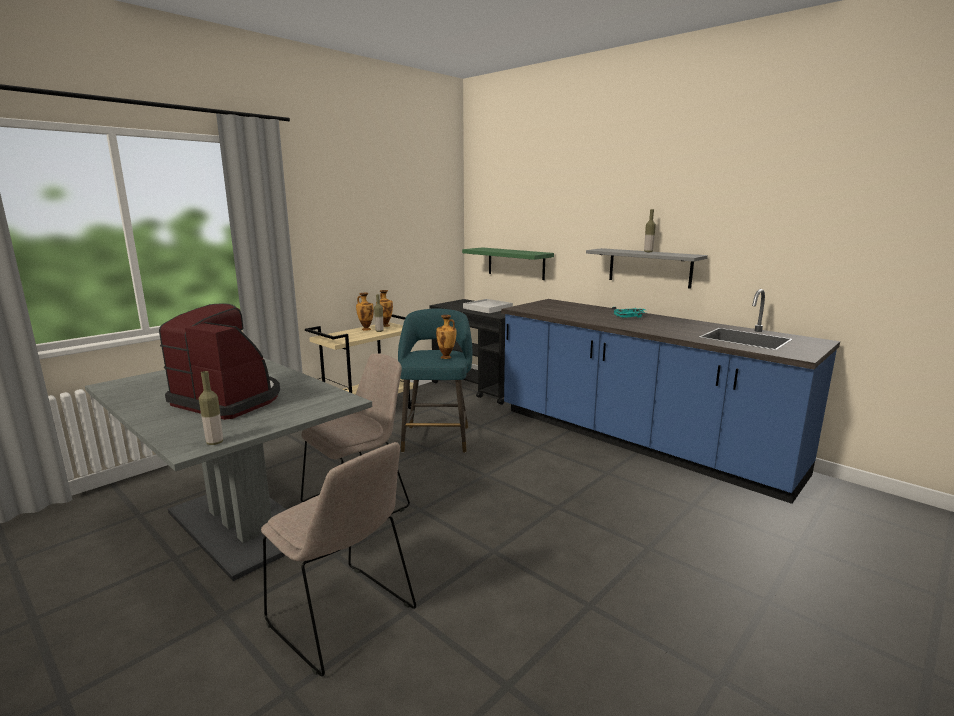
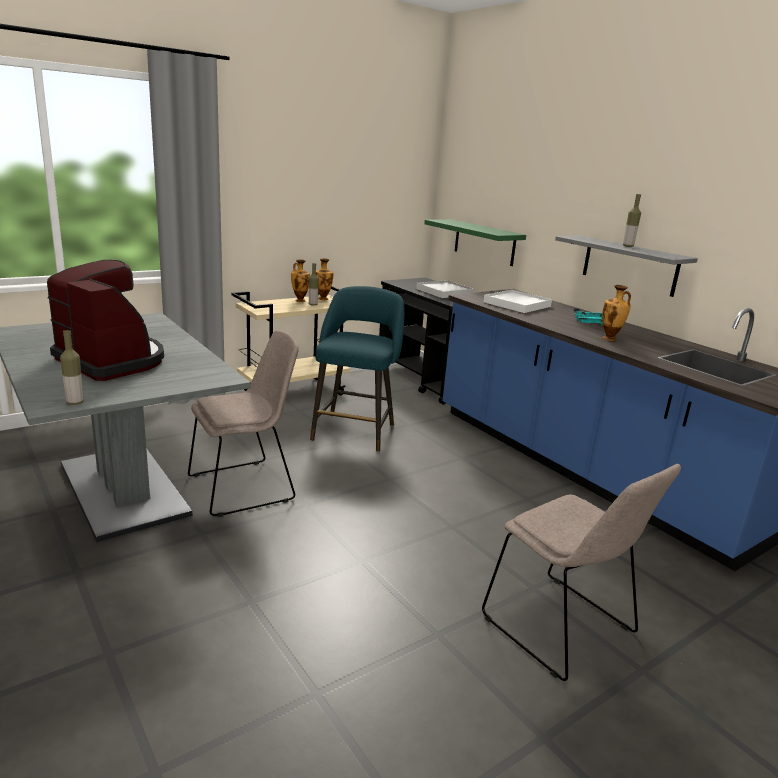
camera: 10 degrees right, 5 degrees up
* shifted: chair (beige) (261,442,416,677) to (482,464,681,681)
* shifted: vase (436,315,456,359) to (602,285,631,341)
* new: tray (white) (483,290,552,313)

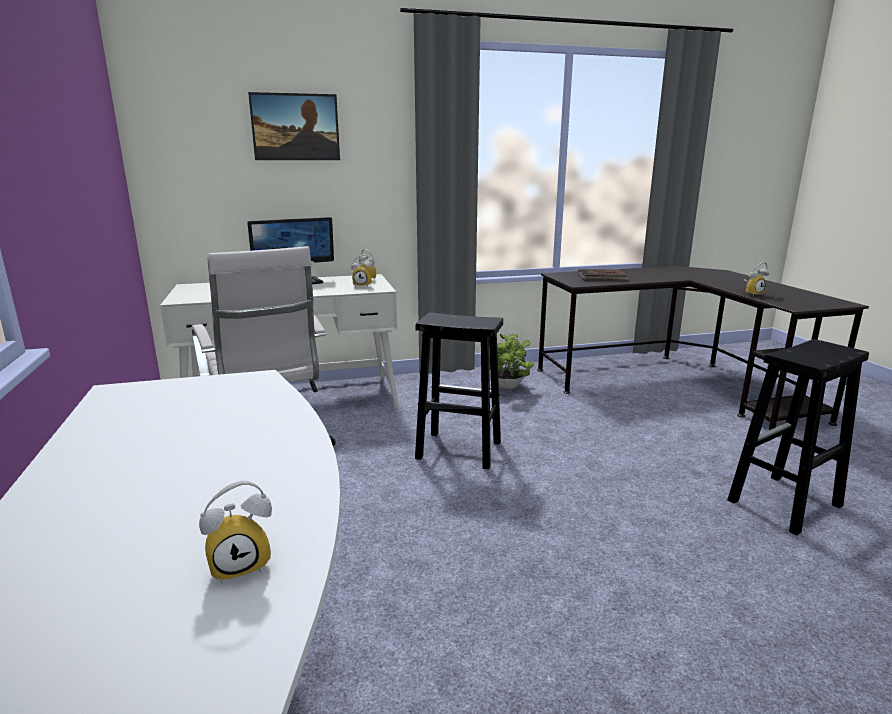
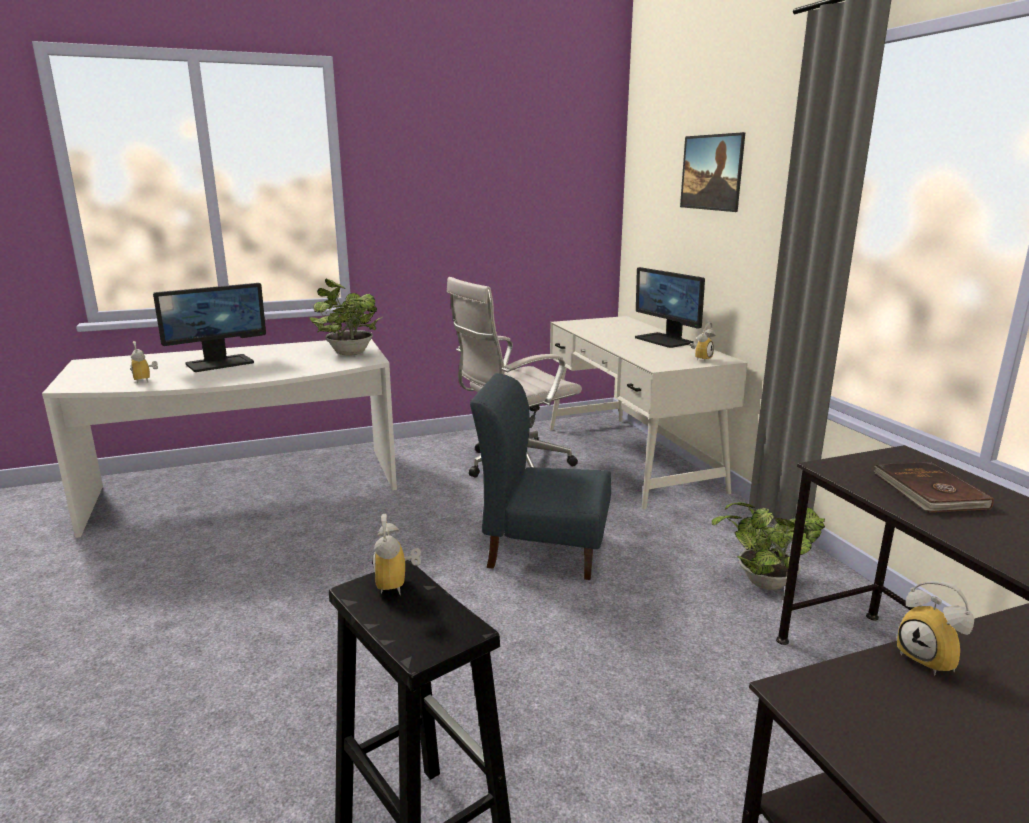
camera: 85 degrees right, 0 degrees up
* shifted: alarm clock (351,255,373,287) to (372,514,421,595)
* swapped: stool (black) (415,312,503,469) to chair (blue) (470,373,611,580)
* new: monitor (153,283,266,372)
* new: potted plant (309,279,382,356)

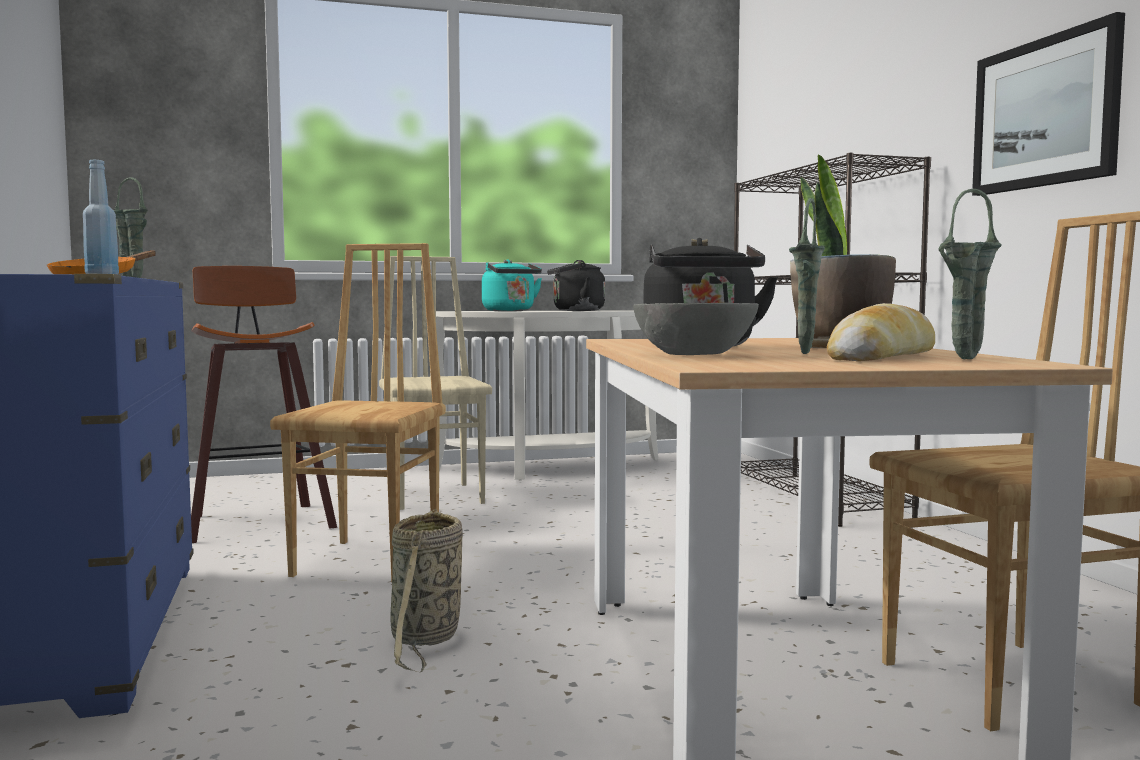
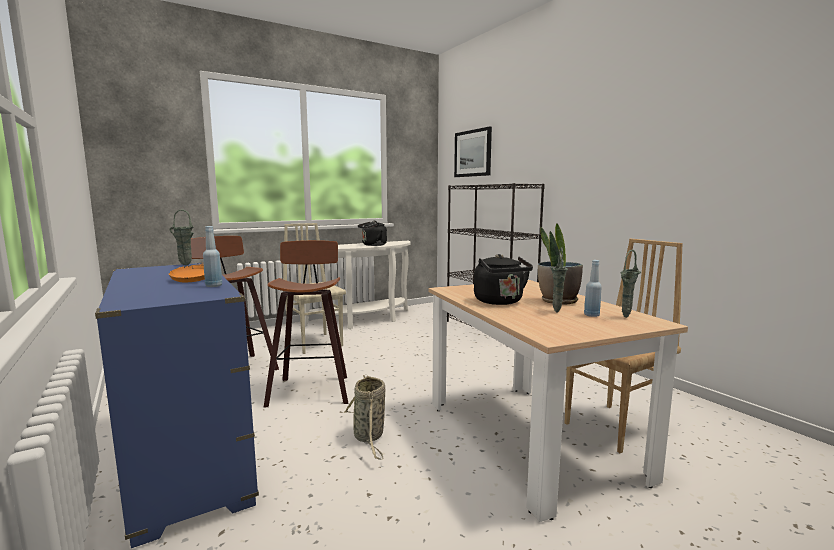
camera: 15 degrees left, 5 degrees up
* swapped: chair (brown) (270,243,446,582) to stool (264,240,348,407)
* gone: kettle (turquoise) (482,259,542,311)
* gone: bowl (grey) (633,303,759,355)
* swapped: bread (827,303,935,361) to bottle (blue) (584,260,602,317)
* shifted: picture (972,12,1125,196) to (454,127,492,177)

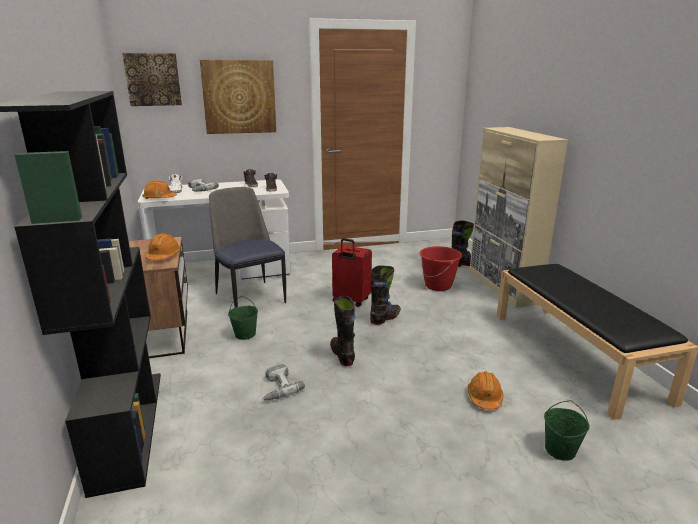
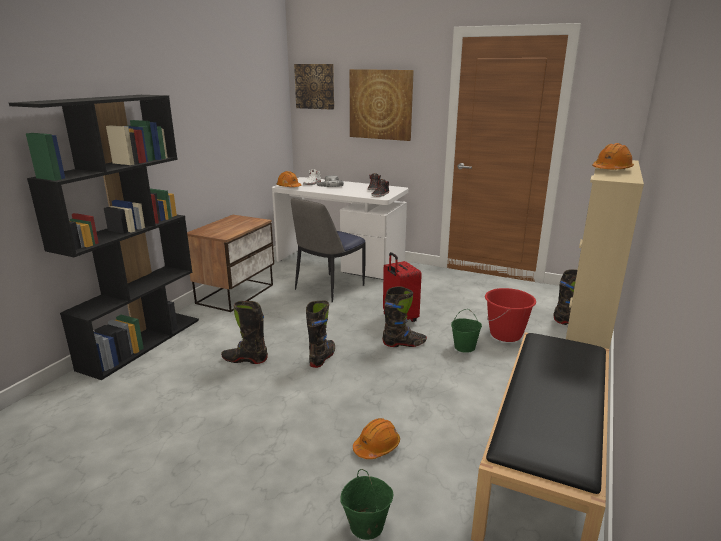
camera: 40 degrees right, 0 degrees up
* shifted: hard hat (orange) (145,233,181,260) to (592,143,634,169)
* rotated: chair (209,187,286,308) = (291,198,366,302) 150 degrees counterclockwise
* shifted: bucket (green) (228,296,258,340) to (451,309,482,353)
* swapped: power drill (263,364,305,400) to boot (black) (221,301,268,364)

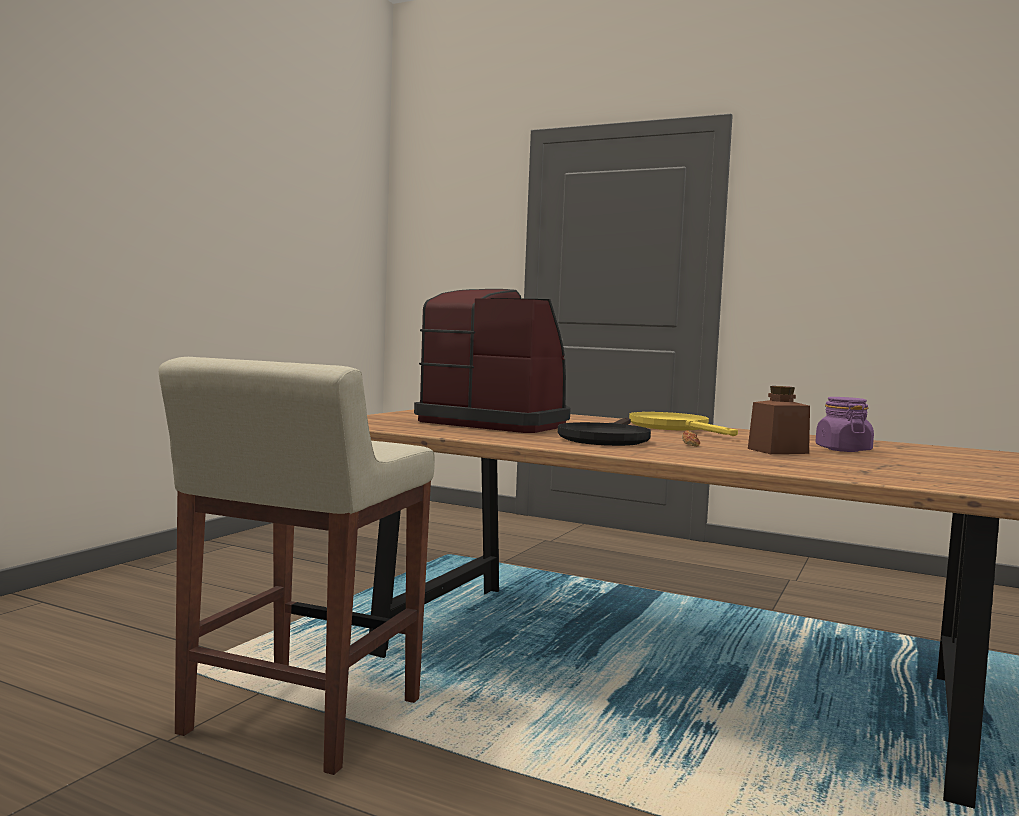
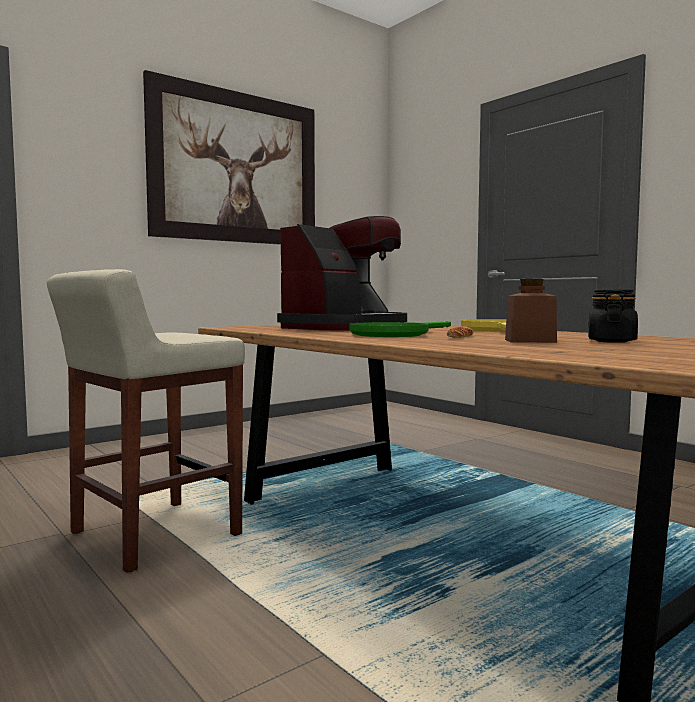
camera: 25 degrees right, 0 degrees up
* rotated: coffee machine (414,289,571,433) = (277,216,407,330) 75 degrees clockwise
* repainted: frying pan (black) (558,418,651,446) to frying pan (green) (349,321,451,337)
* repainted: jar (purple) (815,397,874,452) to jar (black) (588,289,638,343)
* new: picture (143,70,315,245)

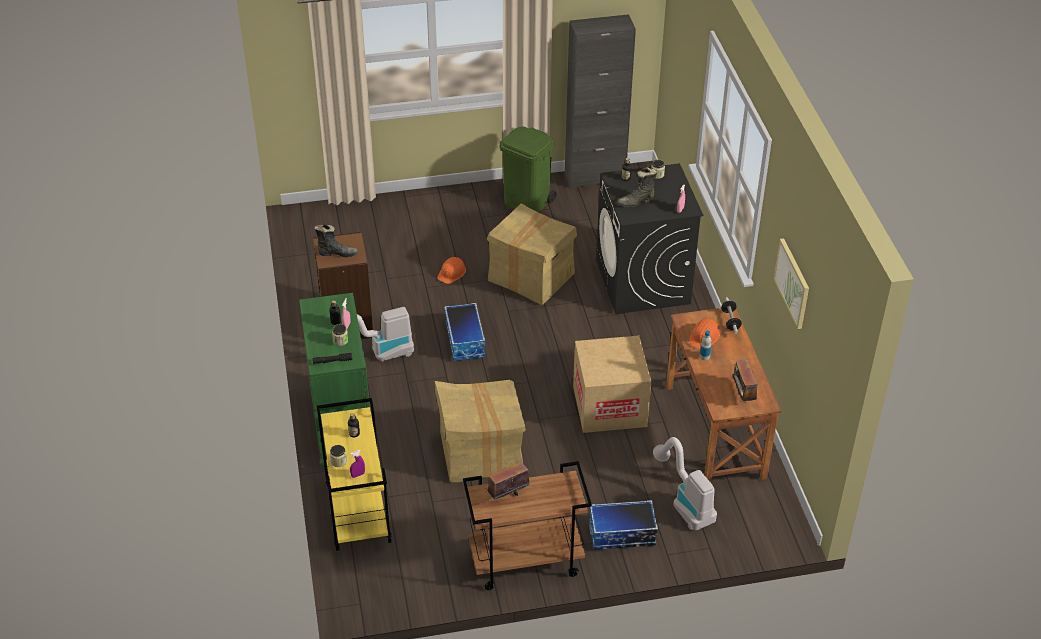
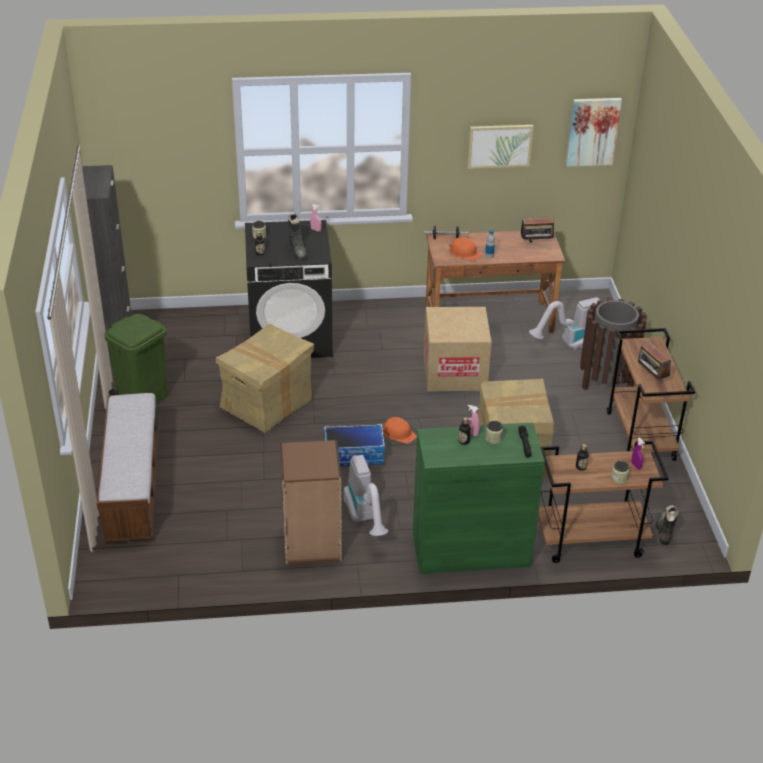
camera: 85 degrees left, 5 degrees down
* shifted: boot (black) (314,224,358,257) to (656,505,679,545)
* repainted: cart (yellow) (317,398,392,551) to cart (brown) (538,441,669,563)
* shifted: hard hat (orange) (437,257,466,284) to (382,417,417,444)
* swapped: storage box (589,500,658,550) to trash can (brown) (580,298,647,390)
* new: bench (97,393,158,542)
* new: picture (566,98,622,167)

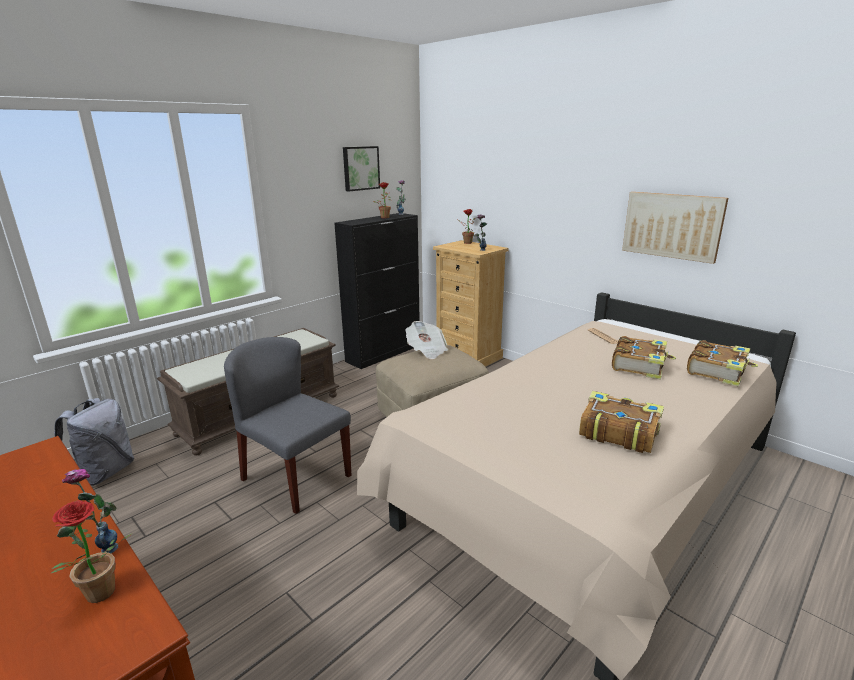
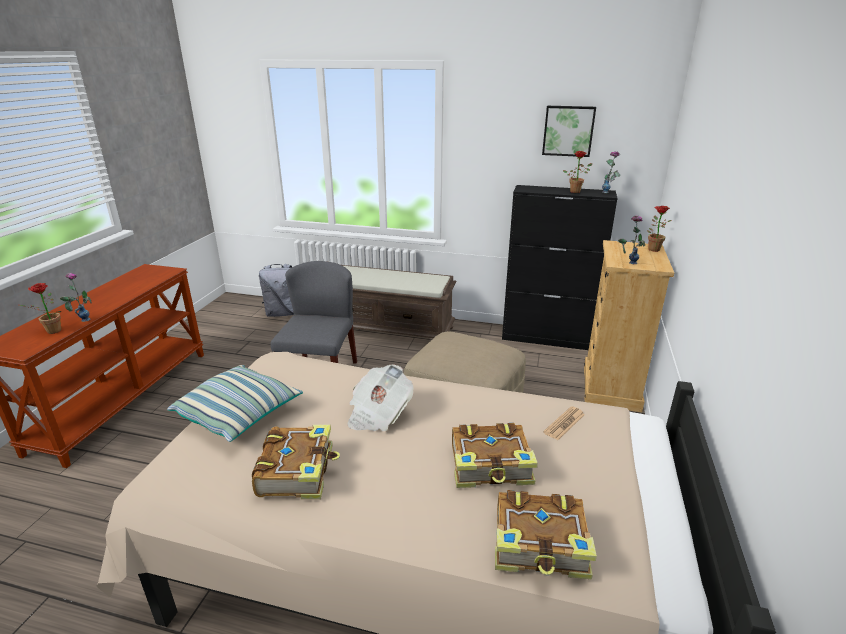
camera: 60 degrees right, 5 degrees up
* shifted: newspaper (405,321,448,359) to (347,364,414,432)
* gone: picture (622,192,728,264)
* new: pillow (167,365,303,442)

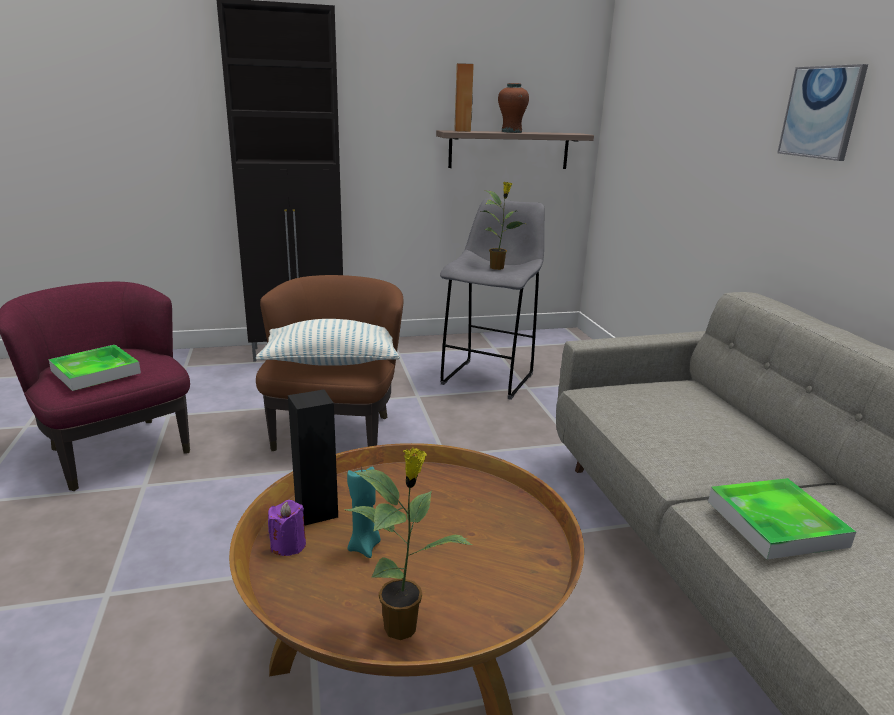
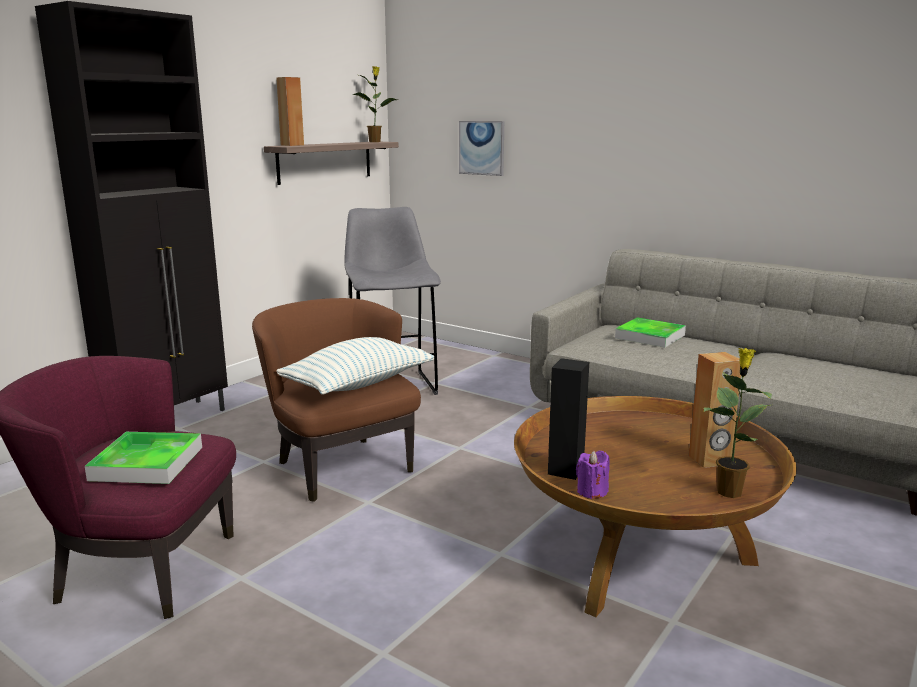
camera: 40 degrees left, 5 degrees down
* gone: candle (turquoise) (347,467,381,558)
* shifted: potted plant (481,182,524,270) to (352,66,398,142)
* gone: vase (brown) (498,83,529,133)
* shifted: tray (708,478,856,559) to (615,317,686,348)
* shifted: picture (777,64,868,161) to (459,121,504,176)
* new: speaker (brown) (689,352,741,468)

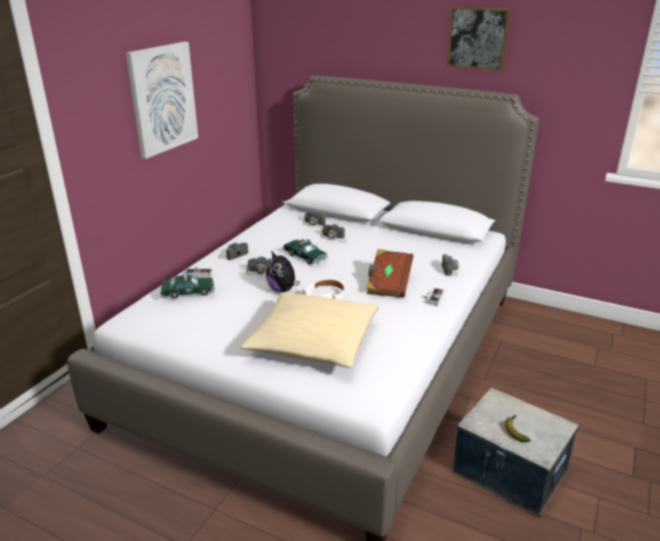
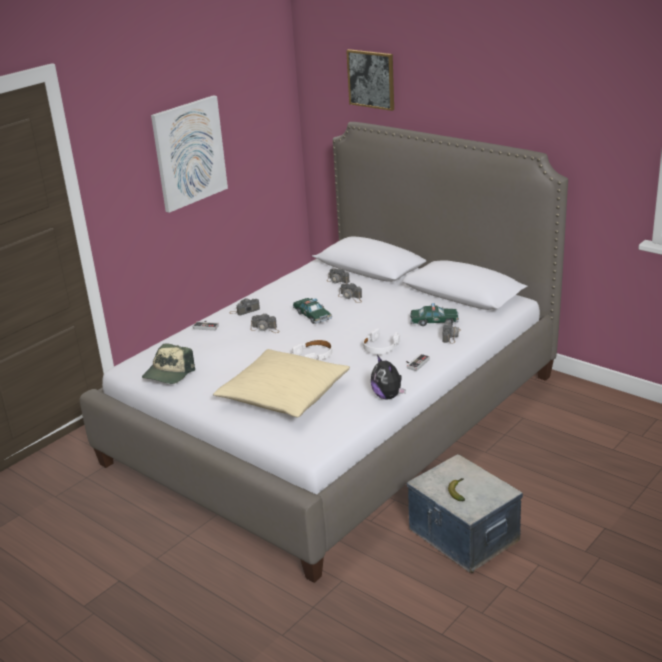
camera: 15 degrees right, 0 degrees up
* shifted: toy car (160,273,215,299) to (410,303,459,326)
* shifted: plush toy (266,250,300,292) to (371,355,405,400)
* swapped: book (brown) (366,249,413,298) to headphones (white) (363,328,400,354)
* shifted: picture (447,6,511,71) to (346,49,394,111)
* new: cap (142,343,195,384)

